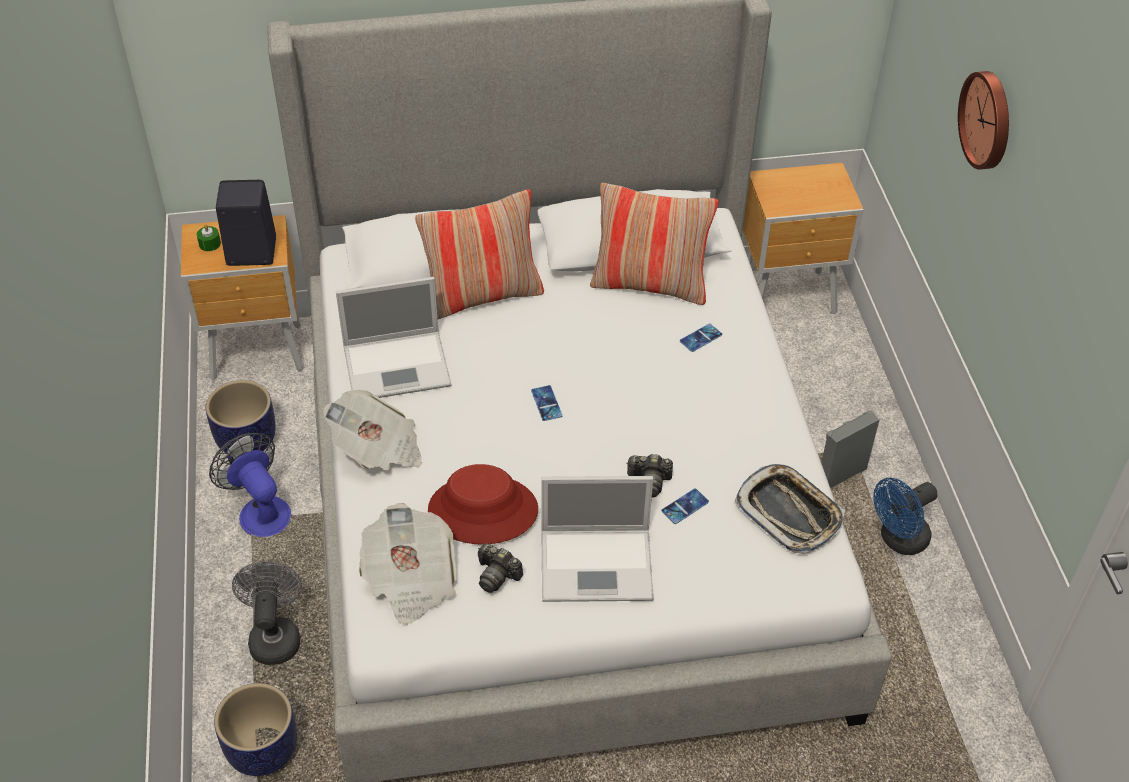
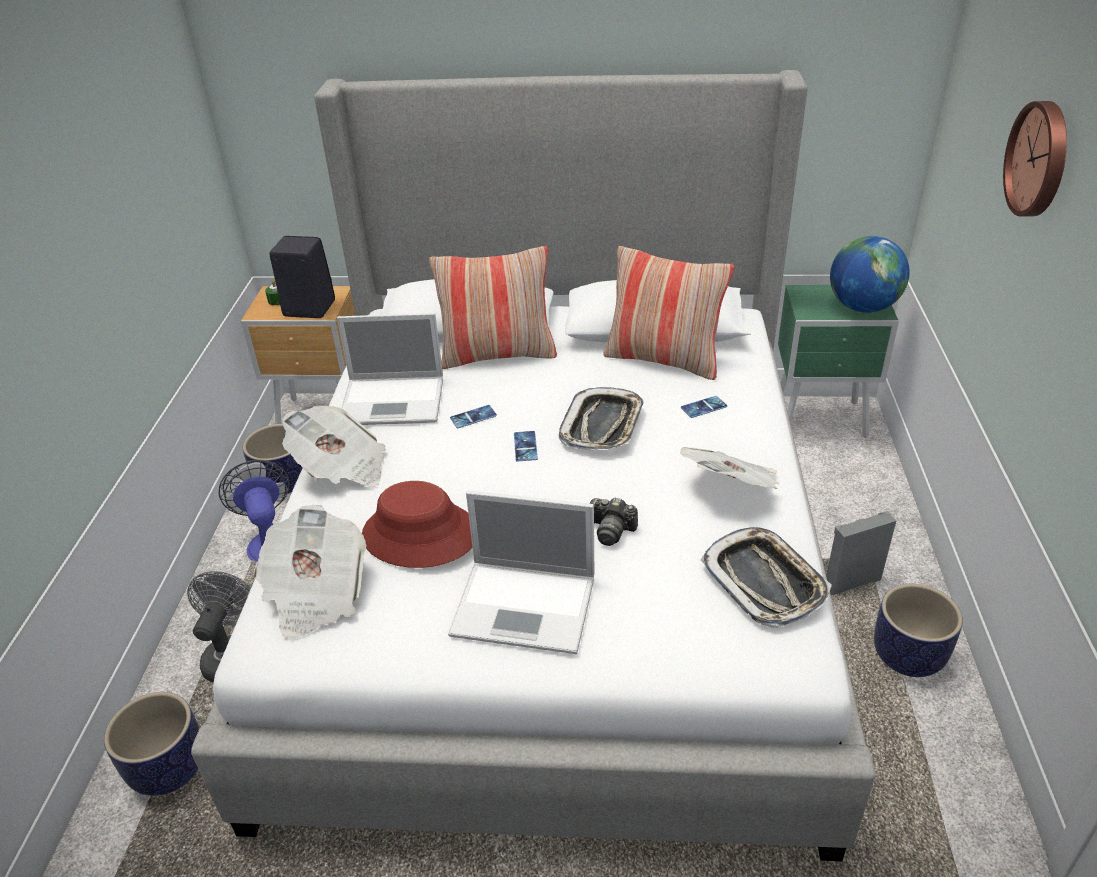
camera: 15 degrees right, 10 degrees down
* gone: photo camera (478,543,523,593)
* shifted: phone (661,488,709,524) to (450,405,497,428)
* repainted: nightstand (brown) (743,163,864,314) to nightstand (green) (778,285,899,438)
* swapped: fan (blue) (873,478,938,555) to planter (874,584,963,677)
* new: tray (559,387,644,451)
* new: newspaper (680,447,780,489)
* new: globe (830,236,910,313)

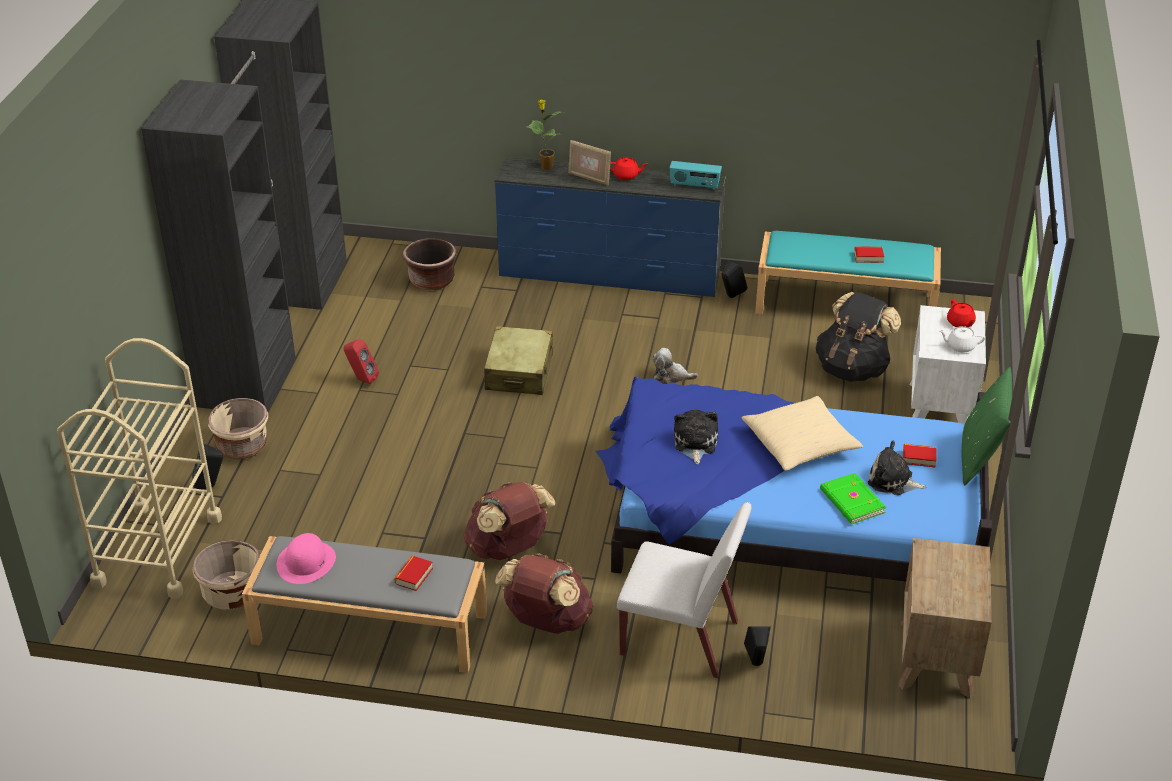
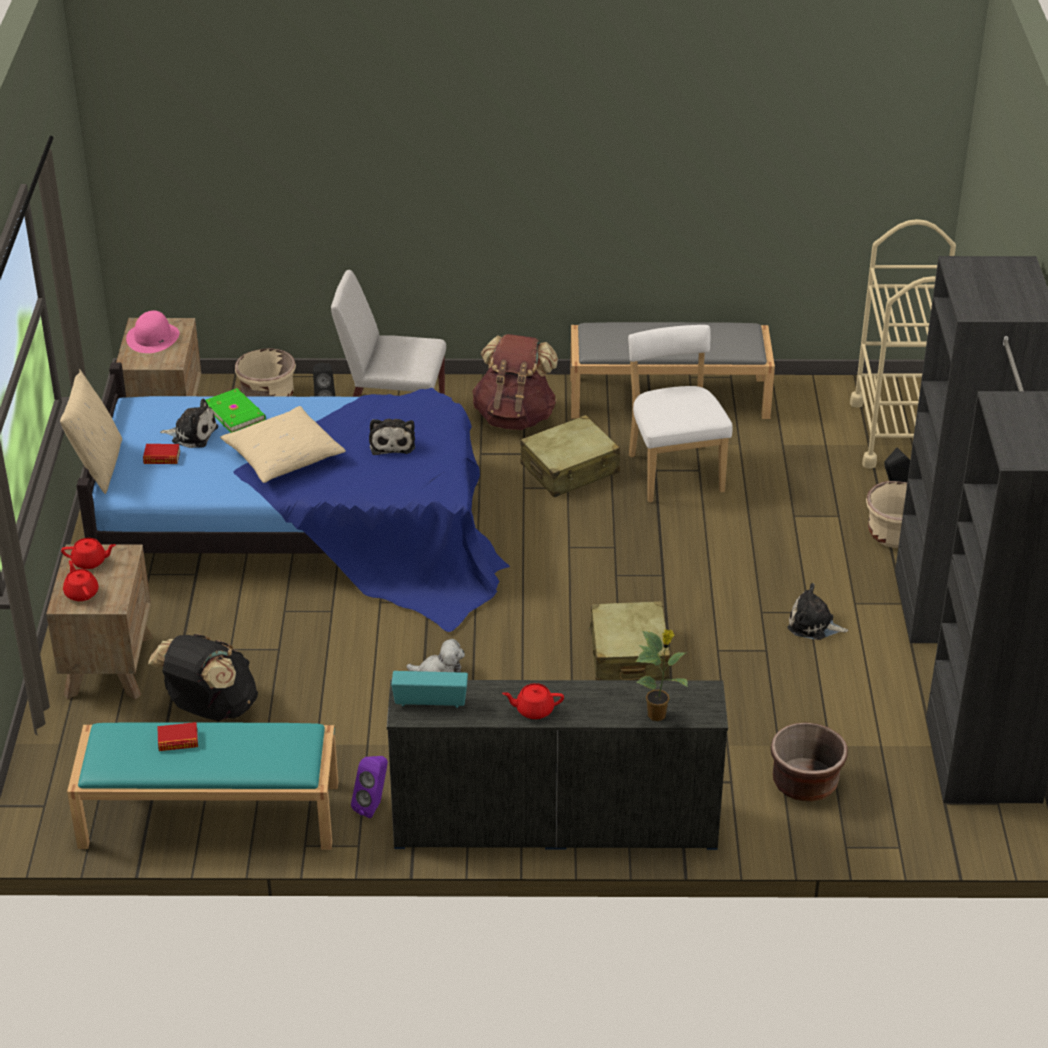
camera: 170 degrees right, 0 degrees up
* shifted: planter (beige) (192,540,260,610) to (235,348,296,397)
* shifted: hat (pink) (277,533,336,584) to (126,311,179,353)
* swapped: speaker (red) (344,339,379,384) to plush toy (788,583,848,640)
* gone: book (394,556,433,591)
* swapped: backpack (brown) (464,482,556,560) to suitcase (beige) (520,415,620,497)
* gone: picture frame (568,140,611,185)
* repainted: speaker (black) (721,260,747,298) to speaker (purple) (351,756,388,818)
* repainted: nightstand (white) (909,305,986,424) to nightstand (brown) (46,544,153,700)
* repainted: teapot (white) (939,326,985,353) to teapot (red) (61,538,116,569)
* repainted: pillow (green) (962,367,1012,485) to pillow (beige) (60,369,122,494)
* new: chair (white) (628,325,733,502)

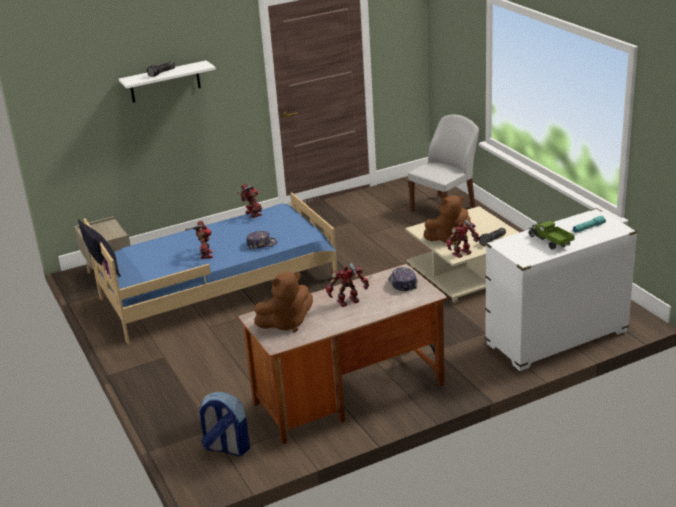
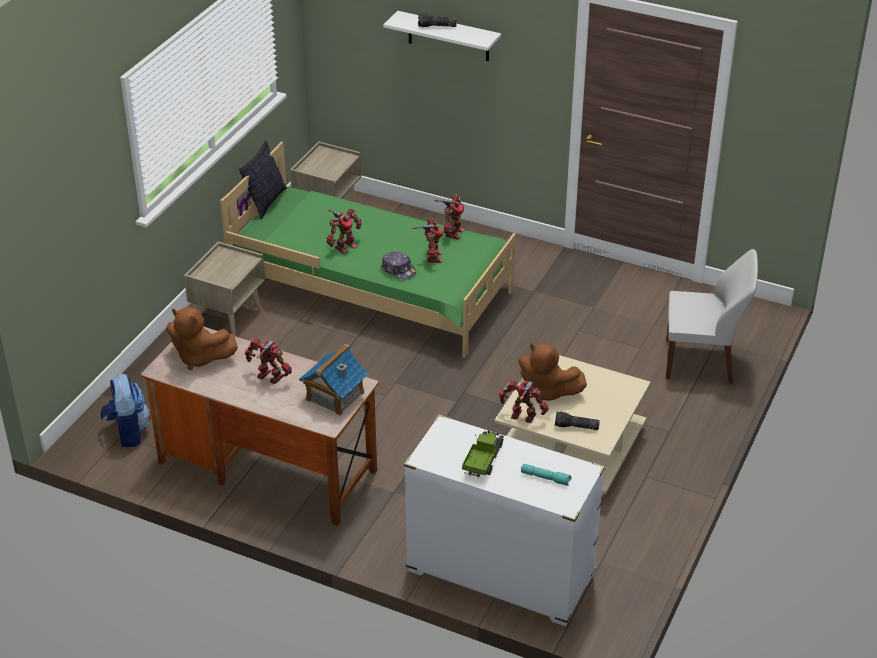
camera: 50 degrees right, 10 degrees up
* repainted: bed (blue) (83,193,337,344) to bed (green) (220,142,516,358)
* swapped: cap (388,267,418,291) to toy house (299,344,369,416)
* new: nightstand (beige) (184,241,265,336)
* new: toy robot (413,218,443,263)

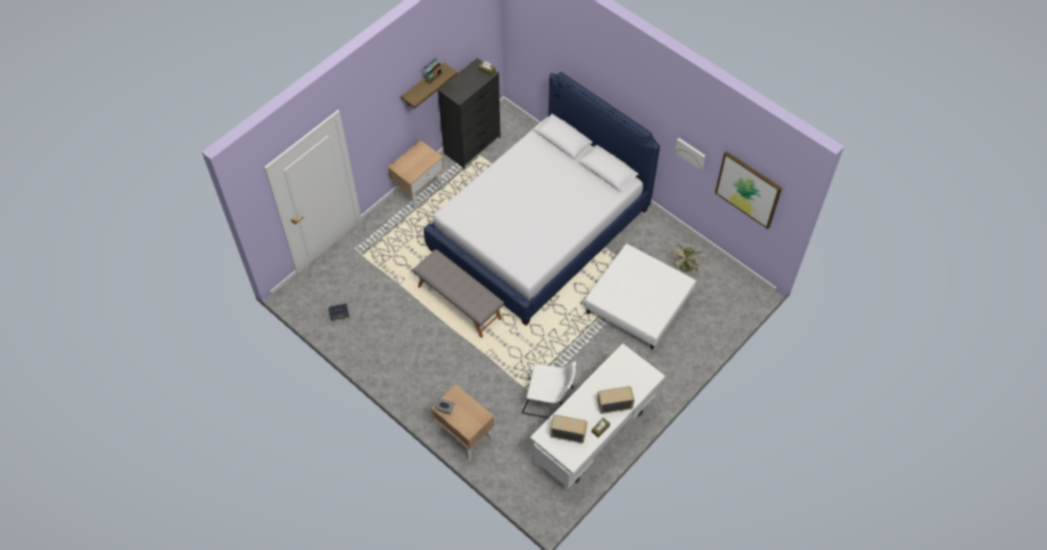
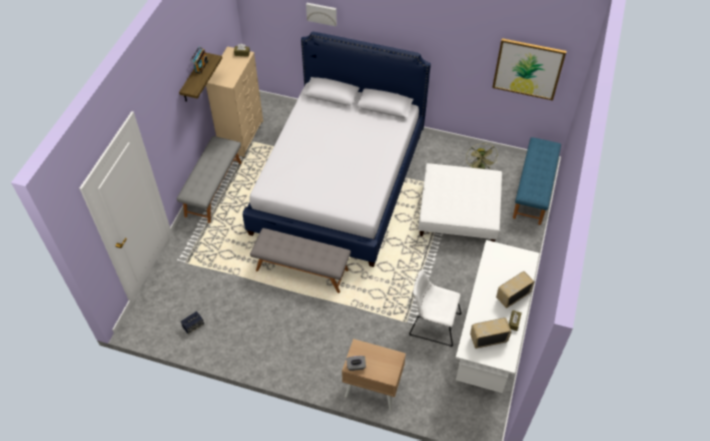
camera: 25 degrees left, 5 degrees down
* swapped: nightstand (beige) (388,140,444,211) to bench (grey) (177,136,242,223)
* repainted: dresser (black) (438,58,501,168) to dresser (beige) (206,46,263,157)
* rotated: chair (white) (522,361,576,419) = (409,270,462,347) 150 degrees counterclockwise
* shifted: picture (675,138,705,170) to (306,3,337,26)
* new: bench (blue) (513,137,561,225)

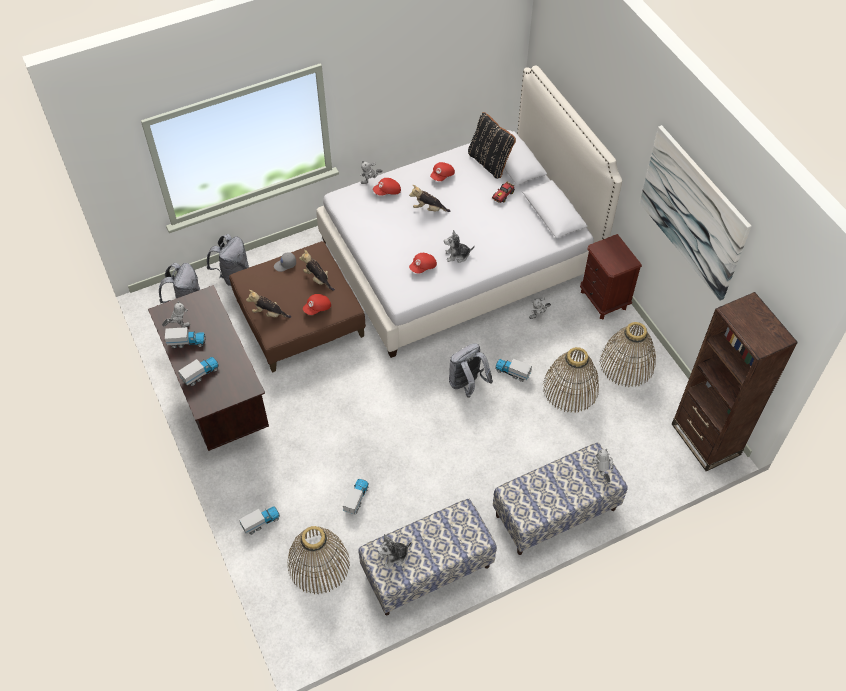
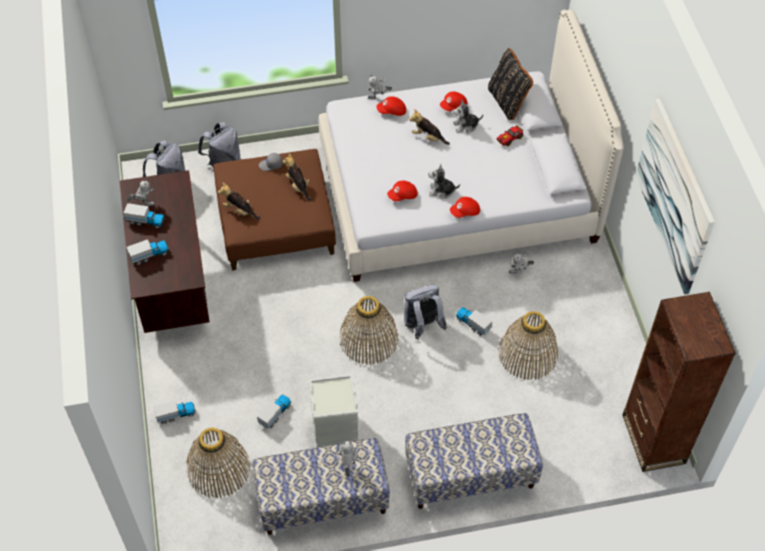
camera: 15 degrees right, 0 degrees up
* shifted: cap (red) (303,294,331,315) to (450,197,480,218)
* shifted: plush toy (377,534,412,569) to (453,100,483,133)
* gone: nightstand (brown) (580,234,642,319)
* shifted: toy robot (592,449,614,483) to (336,441,358,477)
* shifted: basket (600,322,656,387) to (340,296,398,365)
* new: storage box (grey) (309,374,359,447)

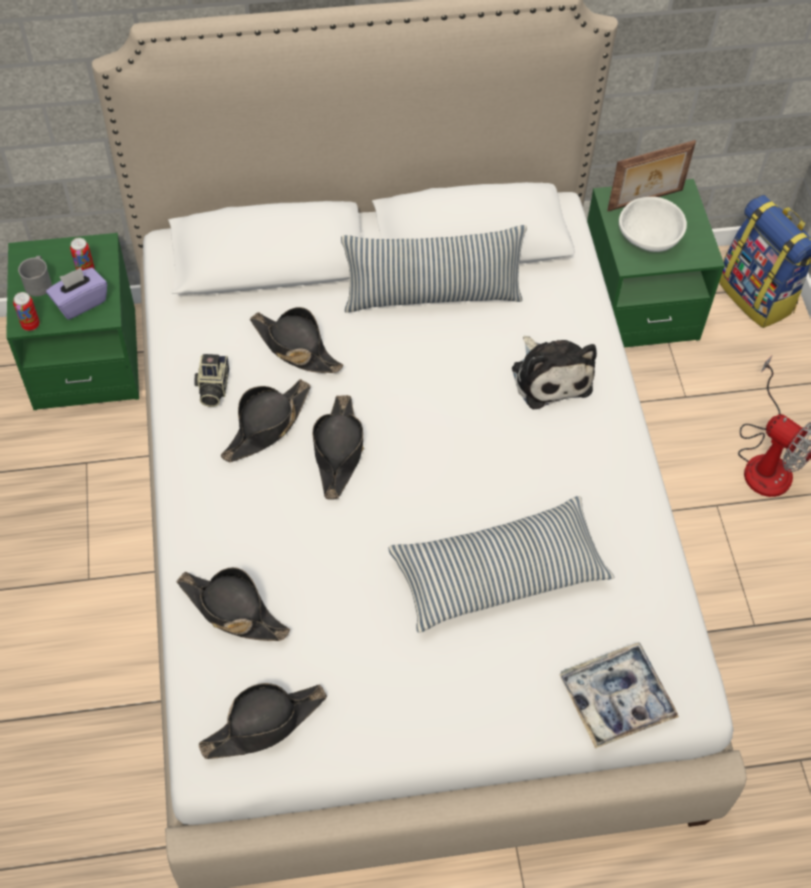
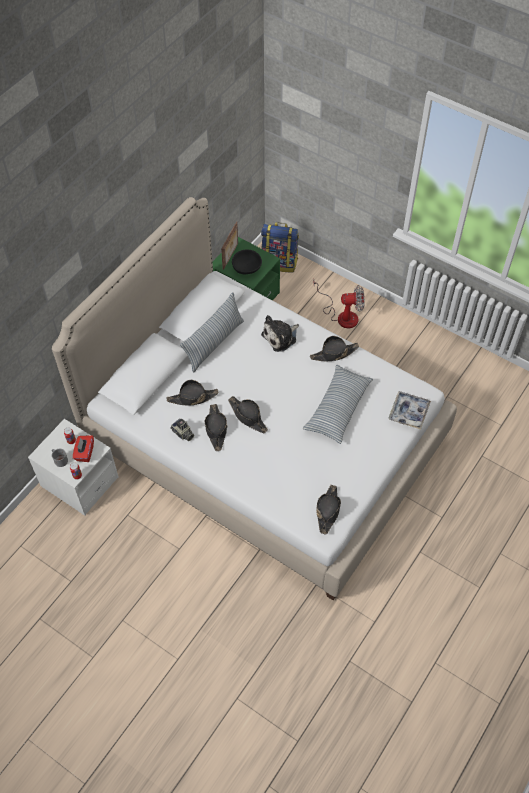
camera: 45 degrees left, 0 degrees up
* repainted: nightstand (green) (6,233,139,410) to nightstand (white) (28,419,118,515)
* repainted: tissue box (purple) (46,267,107,320) to tissue box (red) (73,435,94,462)
* shifted: hat (black) (177,567,290,641) to (310,336,359,361)
* rotated: plush toy (512,336,597,409) = (261,315,299,352) 120 degrees clockwise
* repainted: bowl (white) (619,197,687,252) to bowl (black) (232,250,262,274)

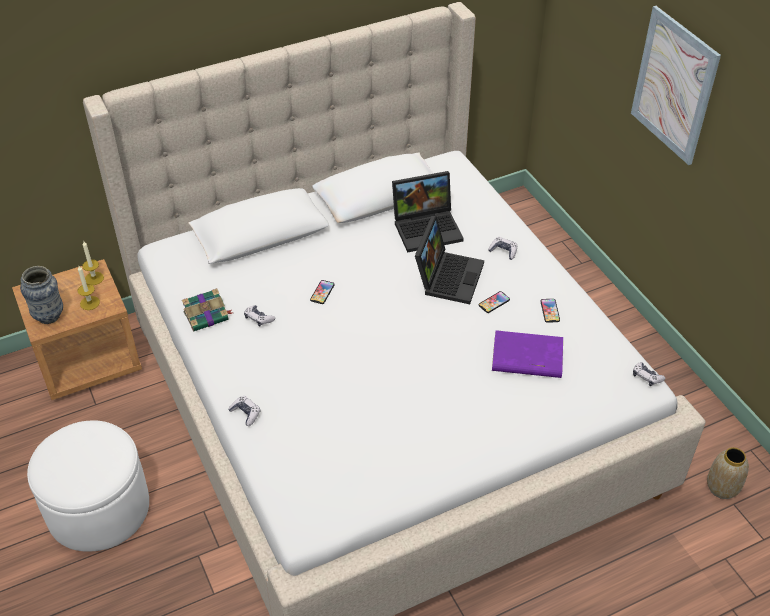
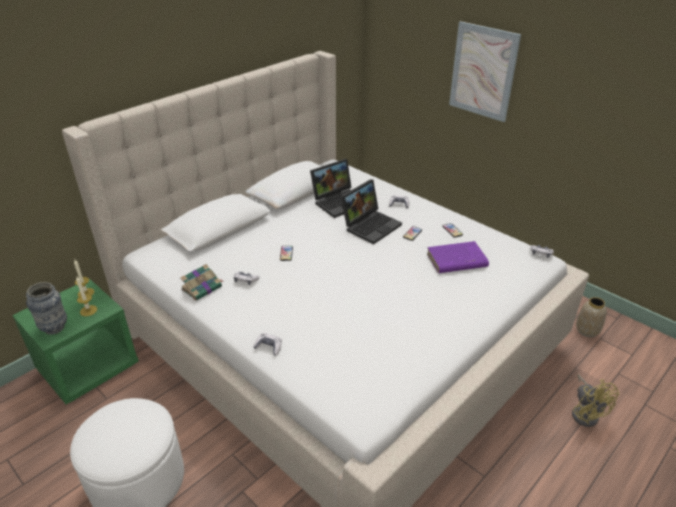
camera: 20 degrees left, 10 degrees down
* repainted: nightstand (brown) (12,259,142,400) to nightstand (green) (12,279,139,404)
* rotated: laptop (415,216,484,304) = (341,179,402,245) 45 degrees clockwise
* new: fan (yellow) (572,374,619,427)

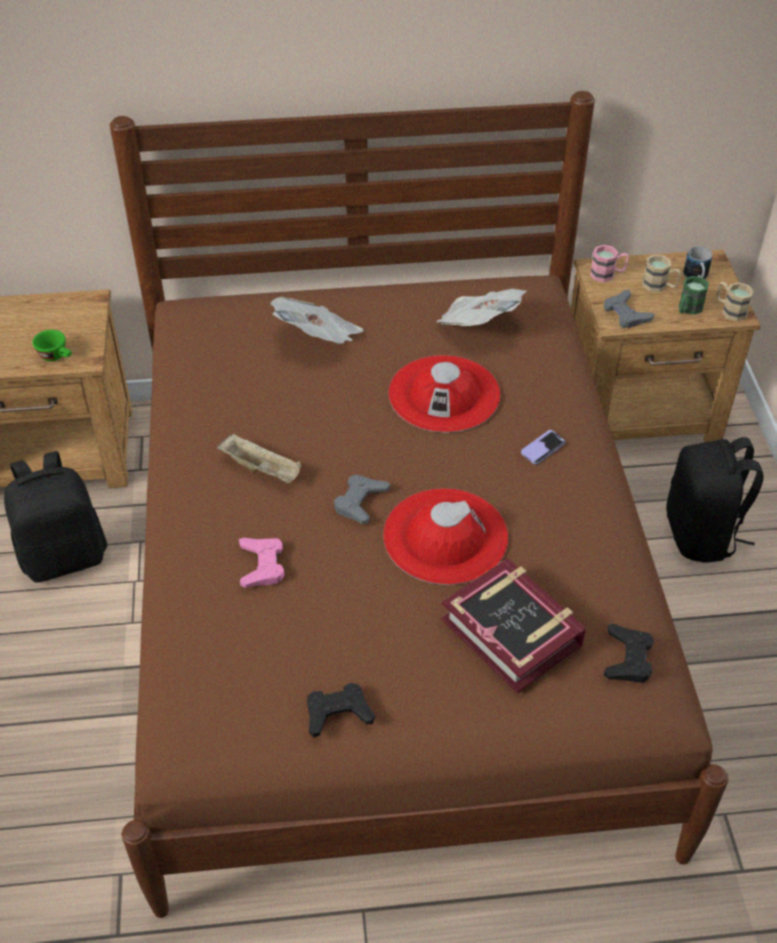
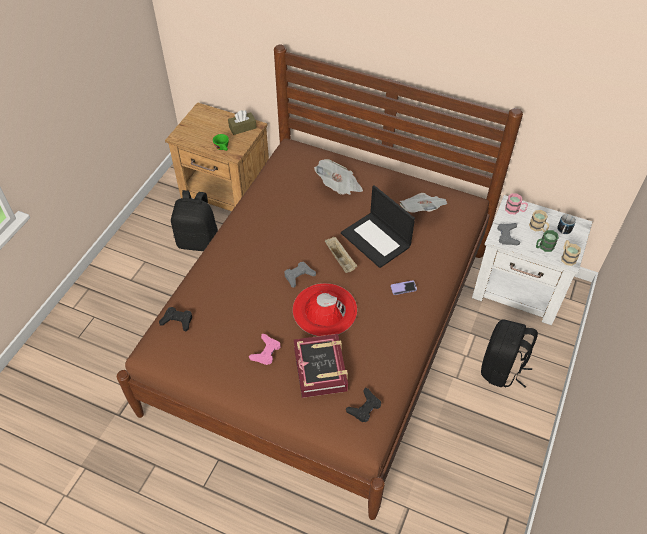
camera: 30 degrees right, 5 degrees up
* shifted: tray (beige) (217,433,302,484) to (325,237,357,273)
* shifted: game controller (pink) (239,538,285,588) to (249,334,280,365)
* shifted: game controller (black) (307,683,375,738) to (159,307,192,331)
* swapped: hat (red) (389,355,501,433) to laptop (341,185,415,268)
* repainted: nightstand (brown) (571,249,761,442) to nightstand (white) (472,195,593,326)
* new: tissue box (brown) (228,110,257,135)

